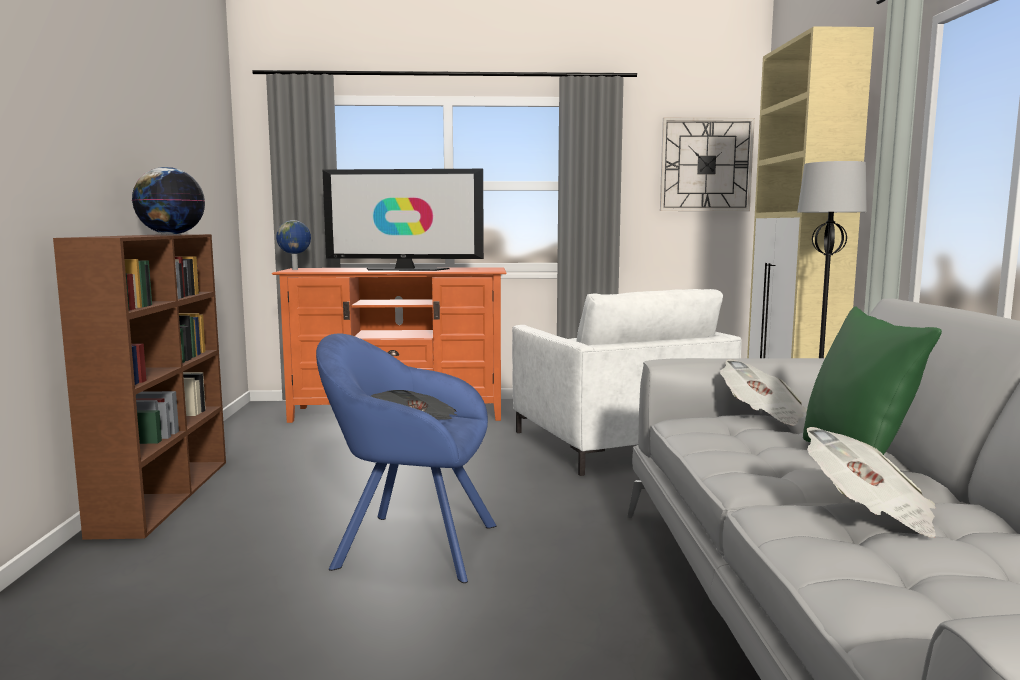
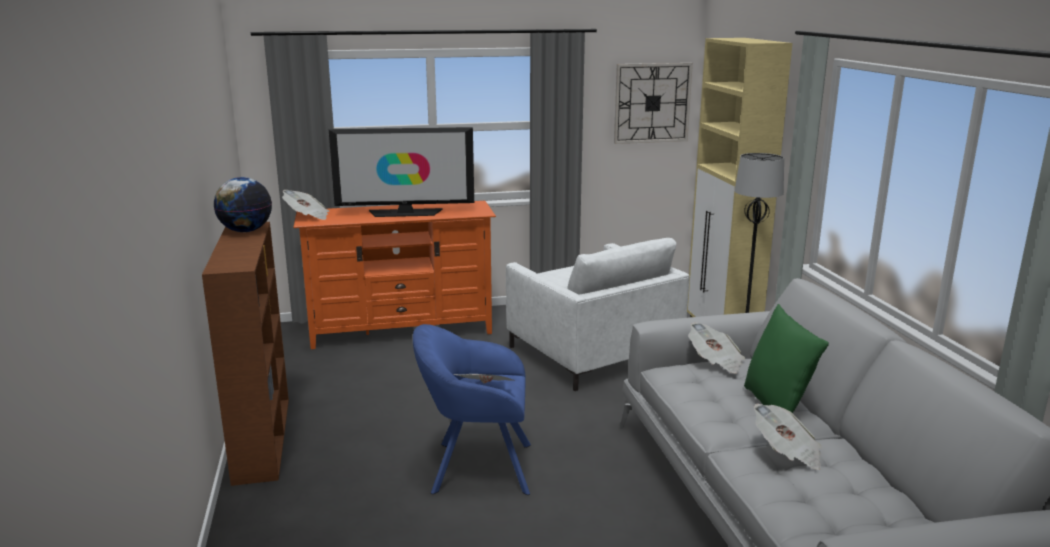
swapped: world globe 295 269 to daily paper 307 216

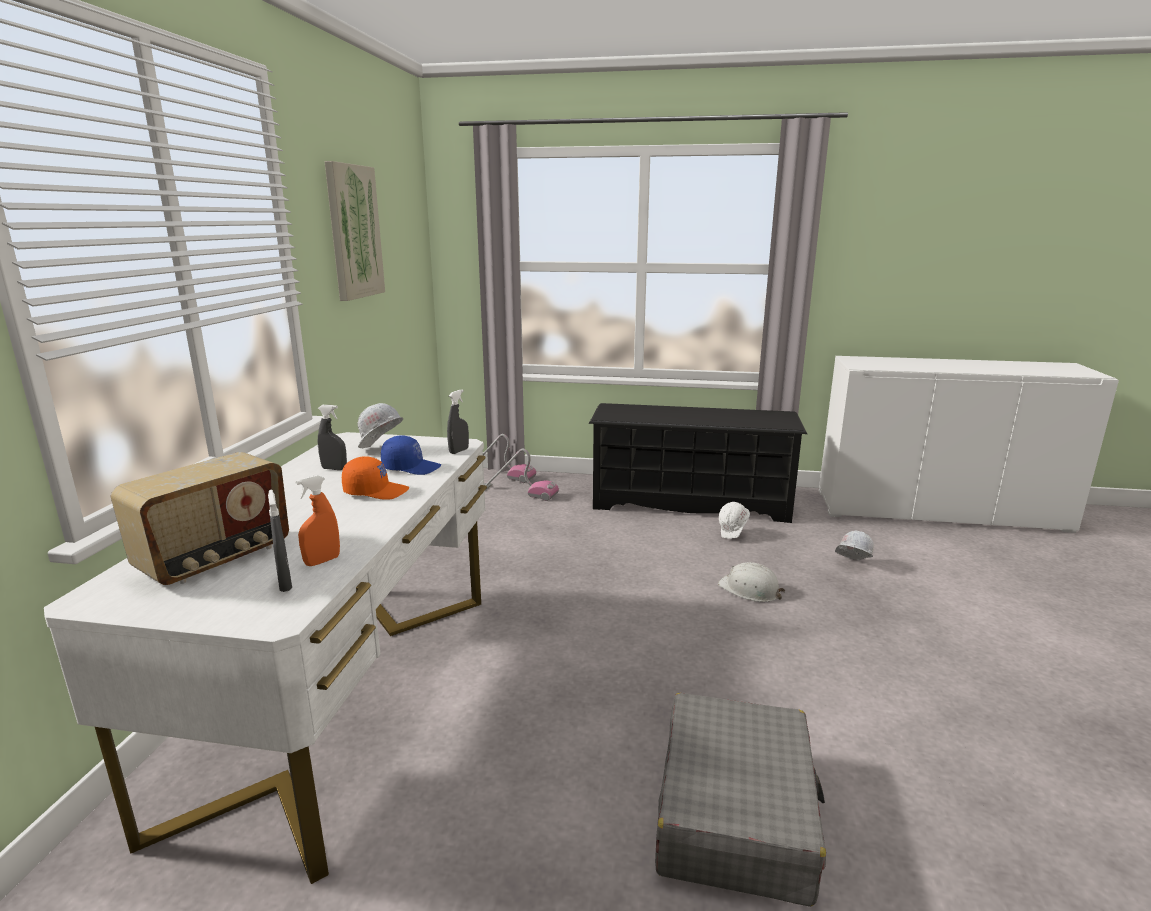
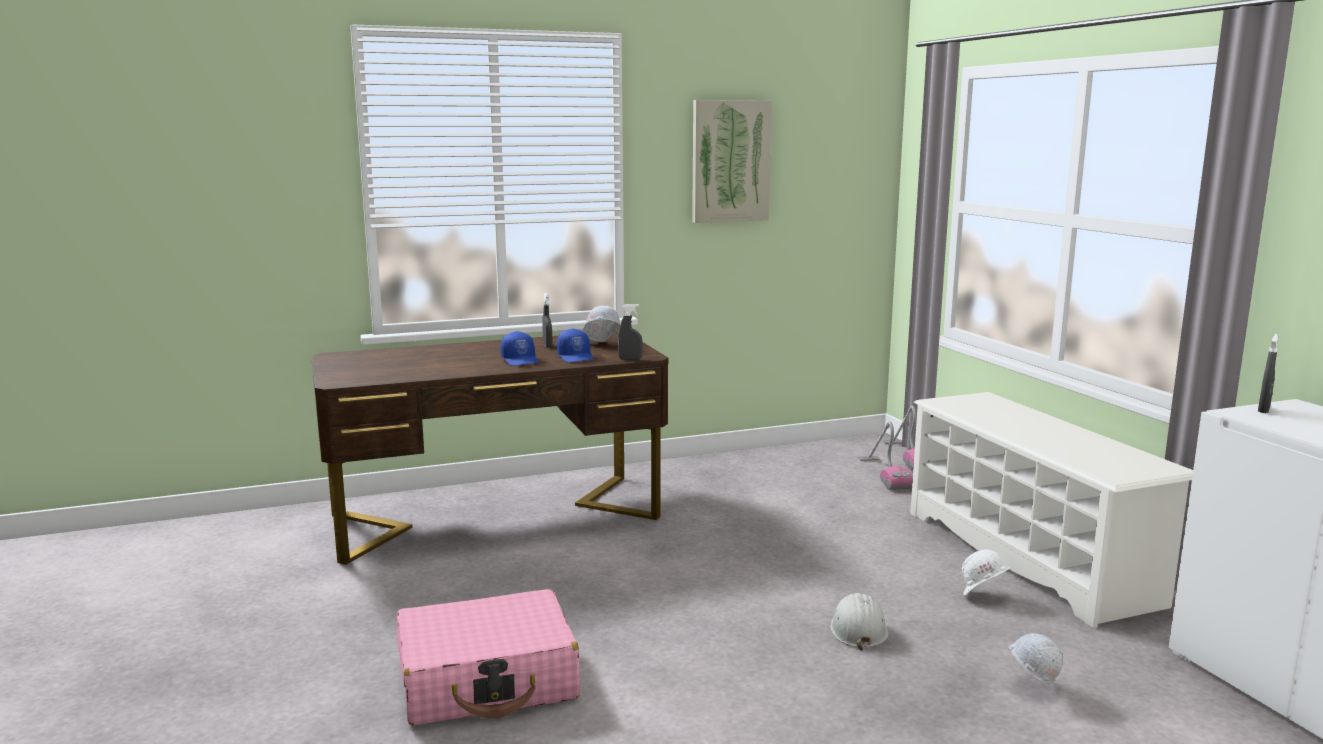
gone: radio set 216 559; spray bottle (orange-coloured) 322 561
shifted: spray bottle (gray) 285 584 to 1263 410
repainted: desk unit (white) 347 695 to desk unit (brown-coloured) 496 516; baseball cap (orange-coloured) 376 491 to baseball cap (blue-coloured) 521 360; shoe stand (black) 690 502 to shoe stand (white) 1029 557; suitcase (gray) 735 812 to suitcase (pinkish) 488 680

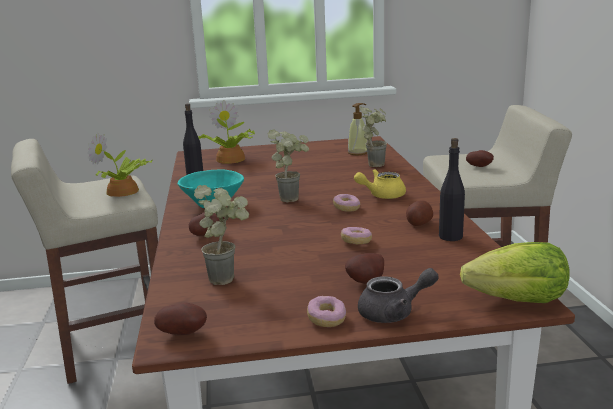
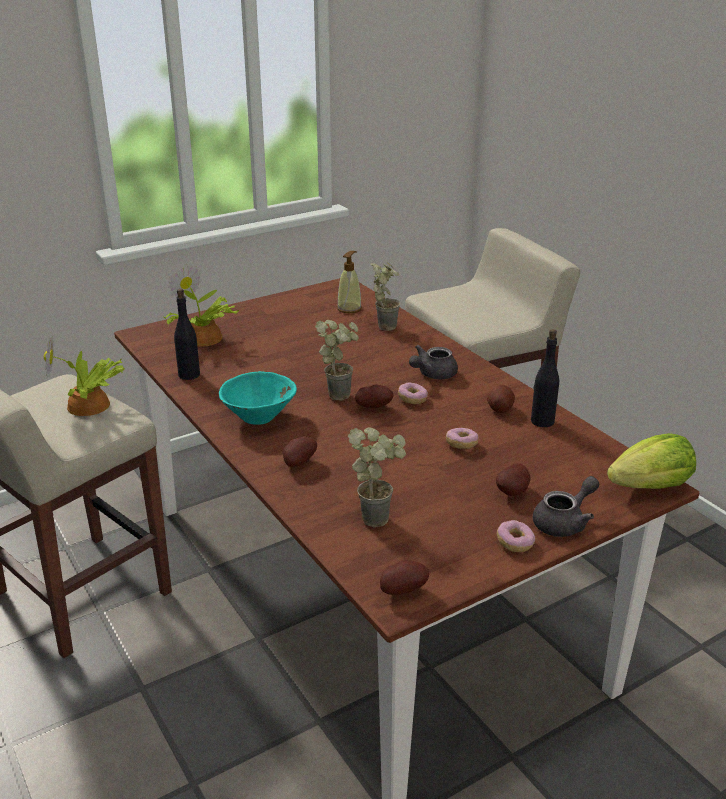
shifted: whole potato 479 166 to 374 407
repainted: tea pot (yellowish) 381 195 to tea pot (gray) 432 374

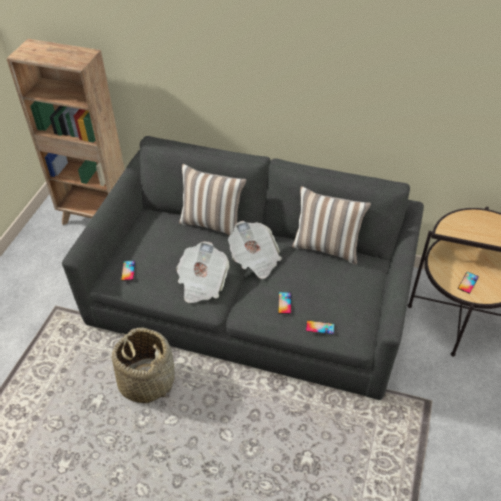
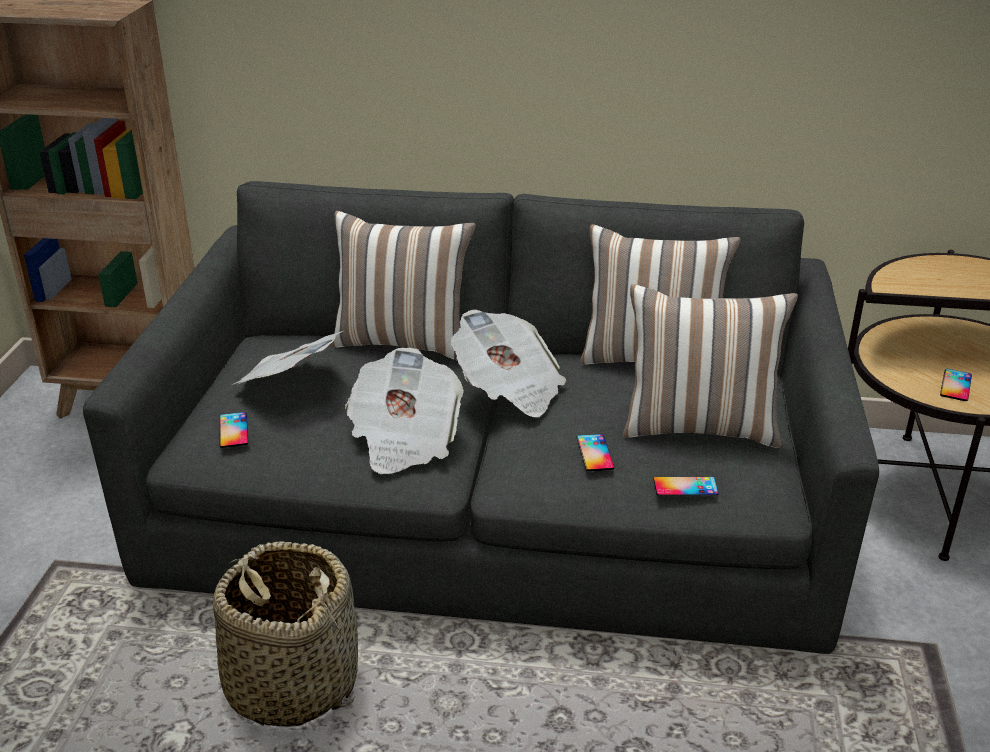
new: daily paper 290 384; cushion 700 426

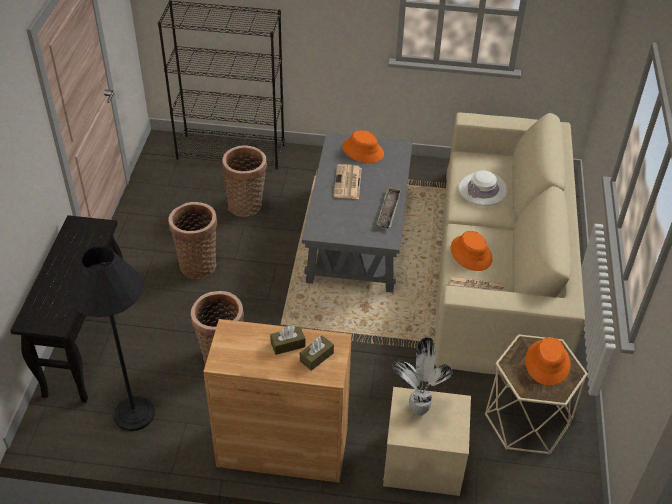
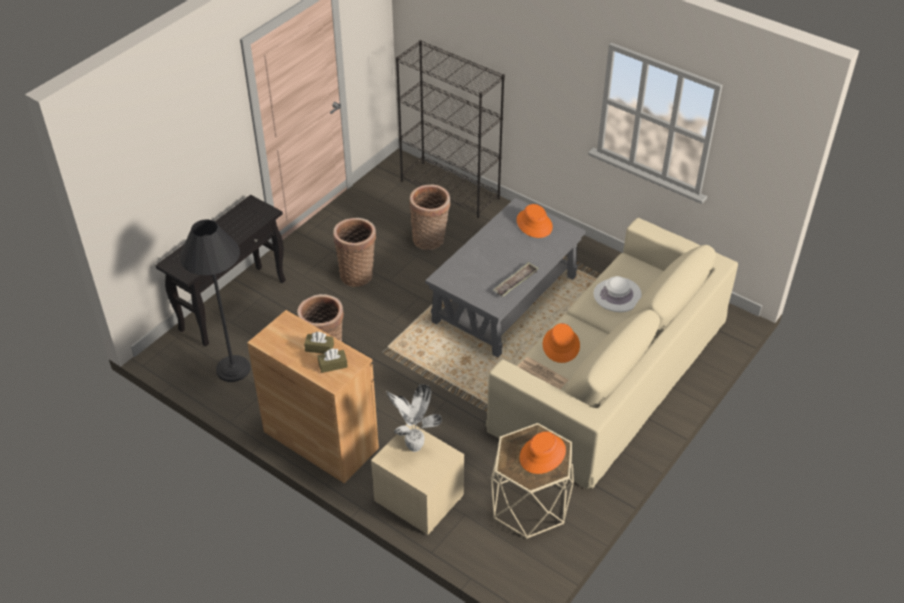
gone: daily paper 348 183

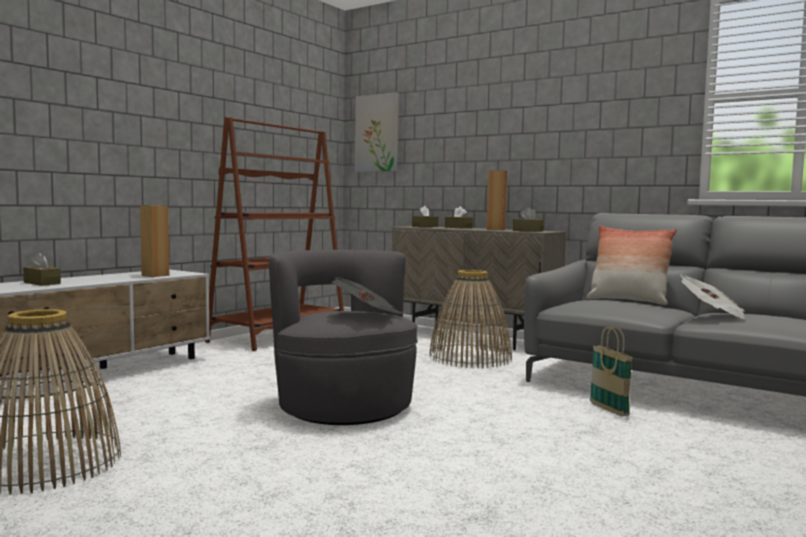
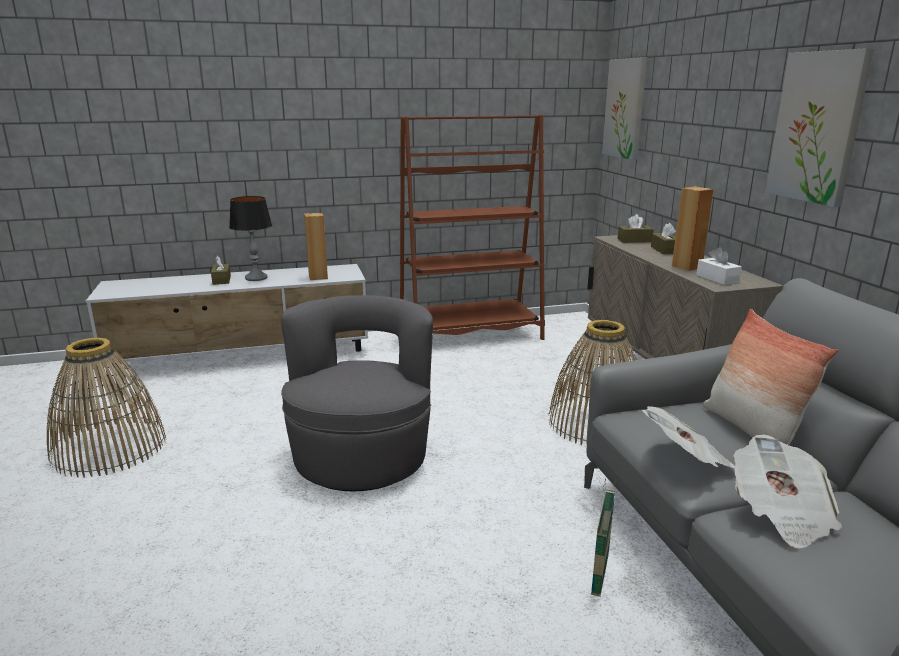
new: tabletop lamp 256 278; wall art 817 127
shifted: daily paper 367 315 to 686 459
repainted: box of tissues (brown-coloured) 528 231 to box of tissues (white) 717 278

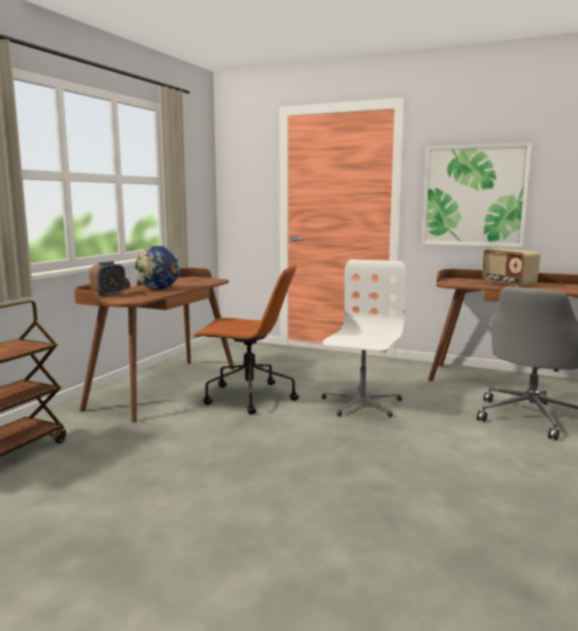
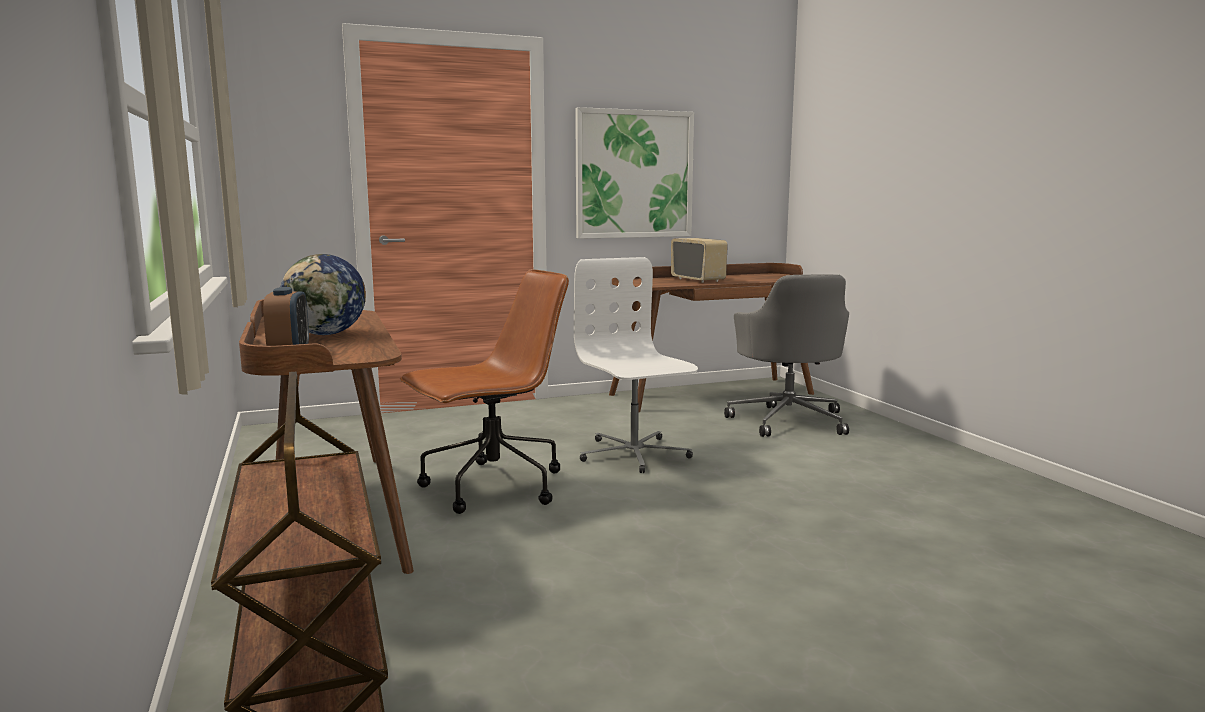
rotated: radio set 508 284 = 698 280 135 degrees counterclockwise

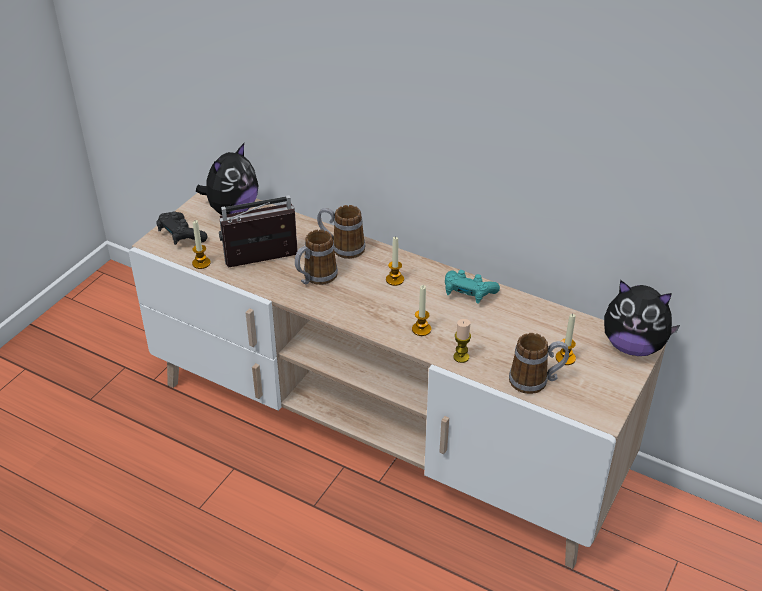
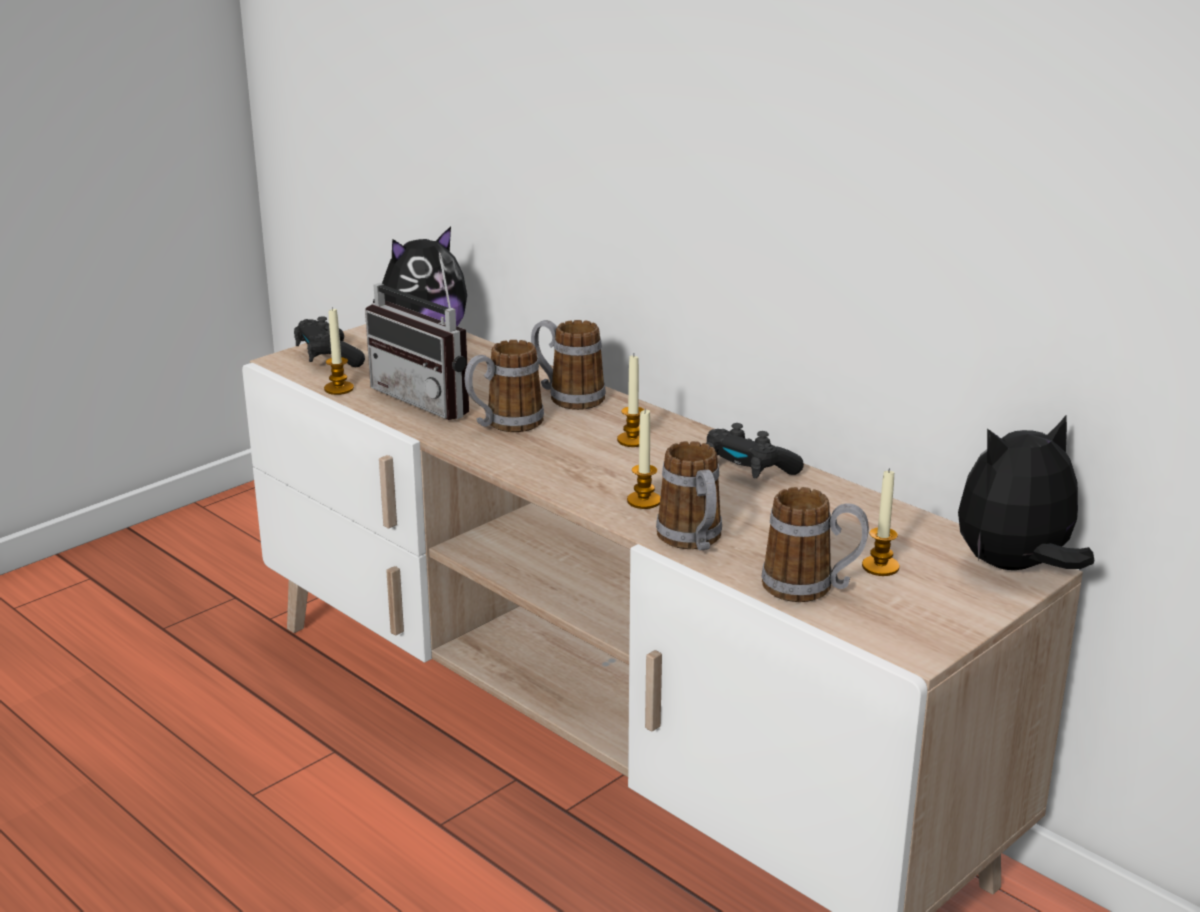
swapped: wax candle 461 357 to mug 693 541
repainted: game controller (turquoise-coloured) 468 293 to game controller (black) 748 470
rotated: radio set 262 263 = 431 399 135 degrees counterclockwise; plush toy 633 346 = 1015 568 120 degrees clockwise

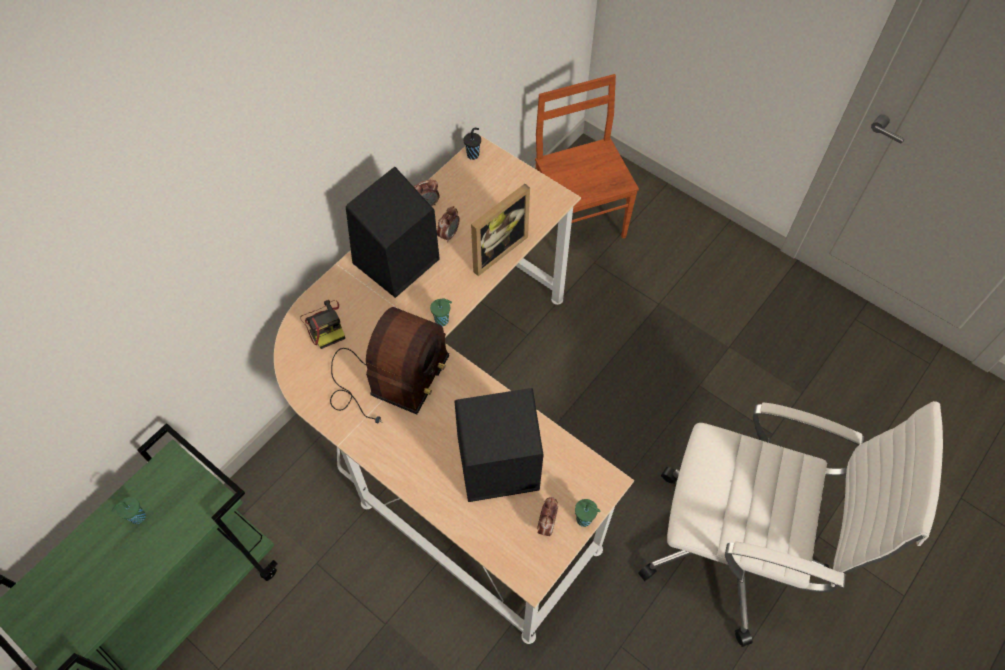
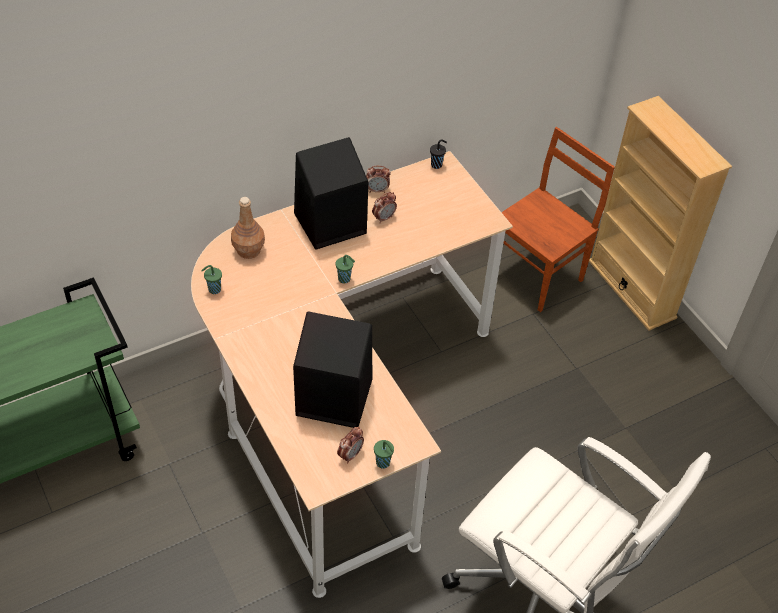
gone: radio set 388 380; photo frame 495 249
new: bookshelf (sand-coloured) 631 289
shifted: drinking cup (greenish) 137 517 to 213 289
swapped: photo camera 325 325 to beverage bottle (brown-coloured) 249 250
rotated: chair (brown-coloured) 580 221 = 537 275 45 degrees clockwise

